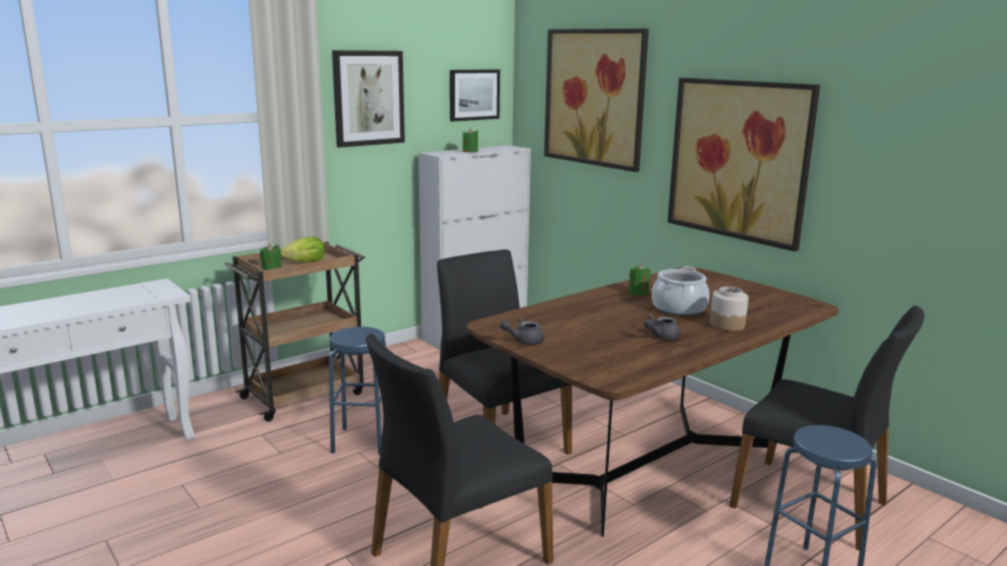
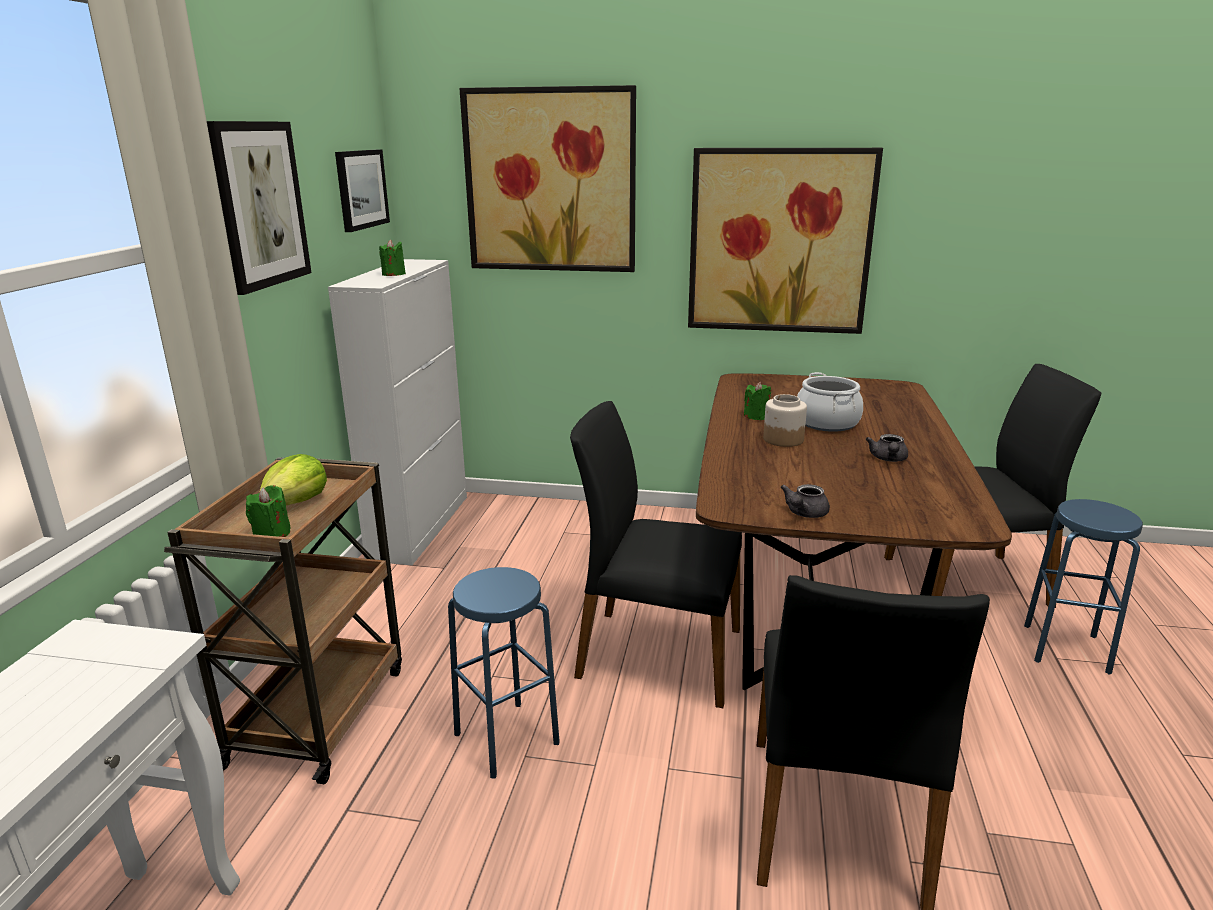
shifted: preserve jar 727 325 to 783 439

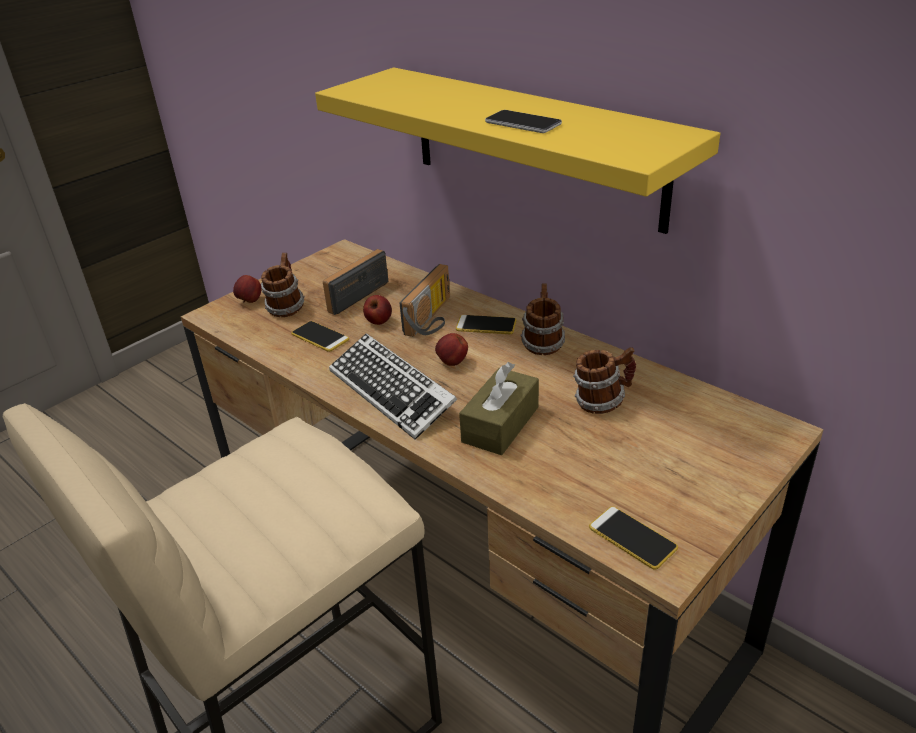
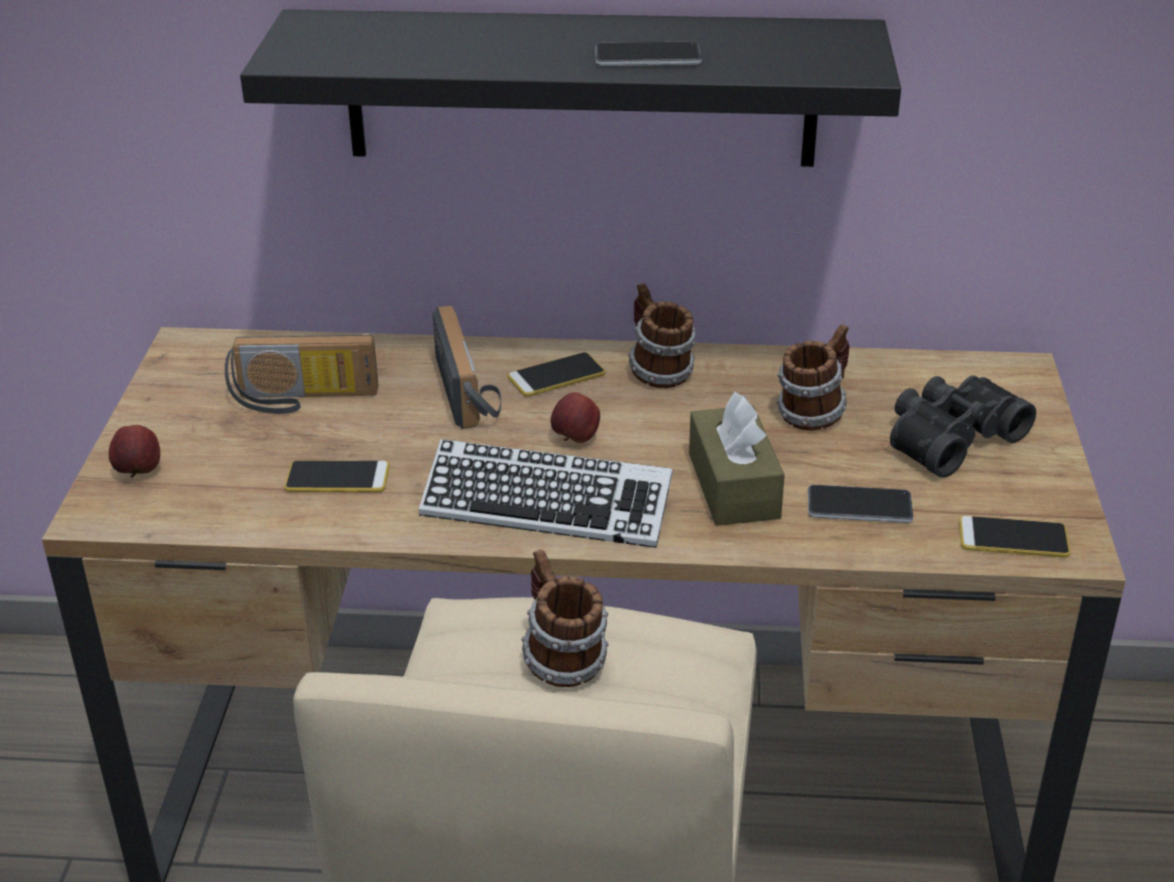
gone: whole apple 378 322
new: handset 859 506; binoculars (black) 949 437
shifted: mug 286 307 to 561 660
repainted: wall shelf (yellowish) 533 146 to wall shelf (black) 581 88
rotated: radio set 355 293 = 302 400 90 degrees counterclockwise

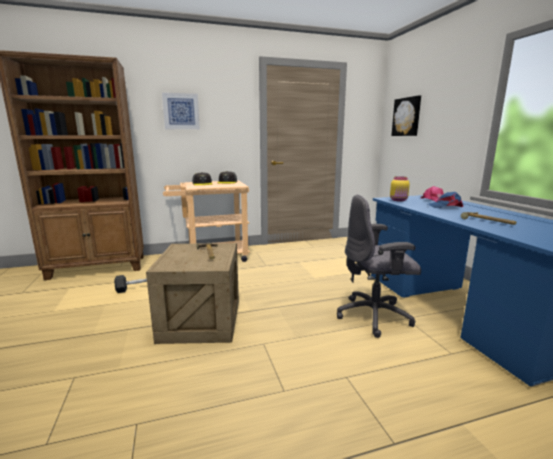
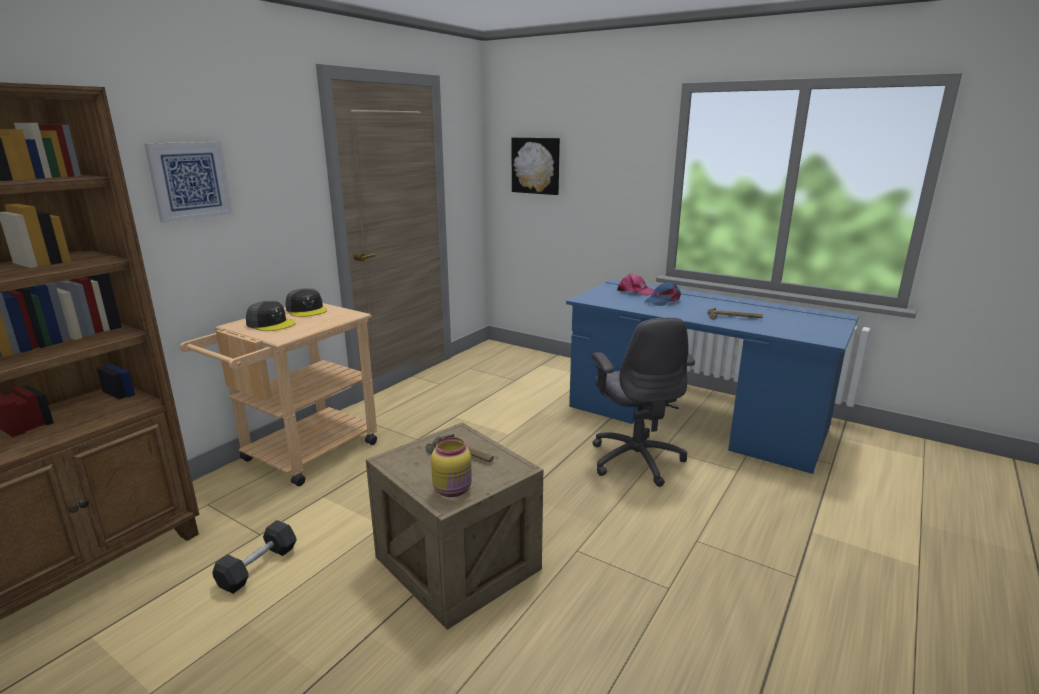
shifted: preserve jar (yellowish) 399 200 to 453 490
rotated: office chair (gray) 375 316 = 636 459 60 degrees counterclockwise

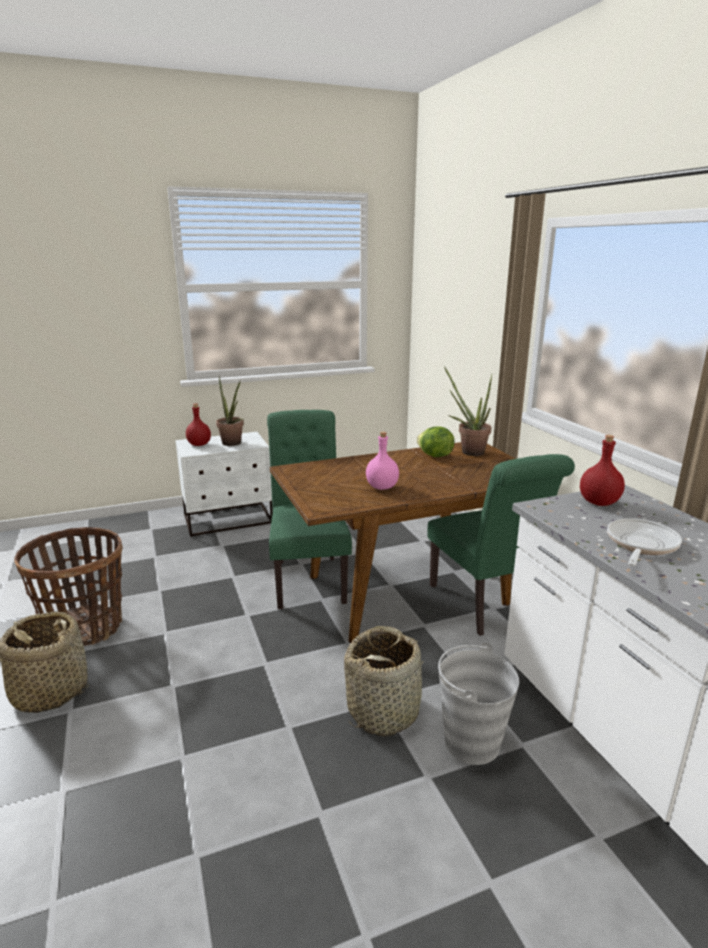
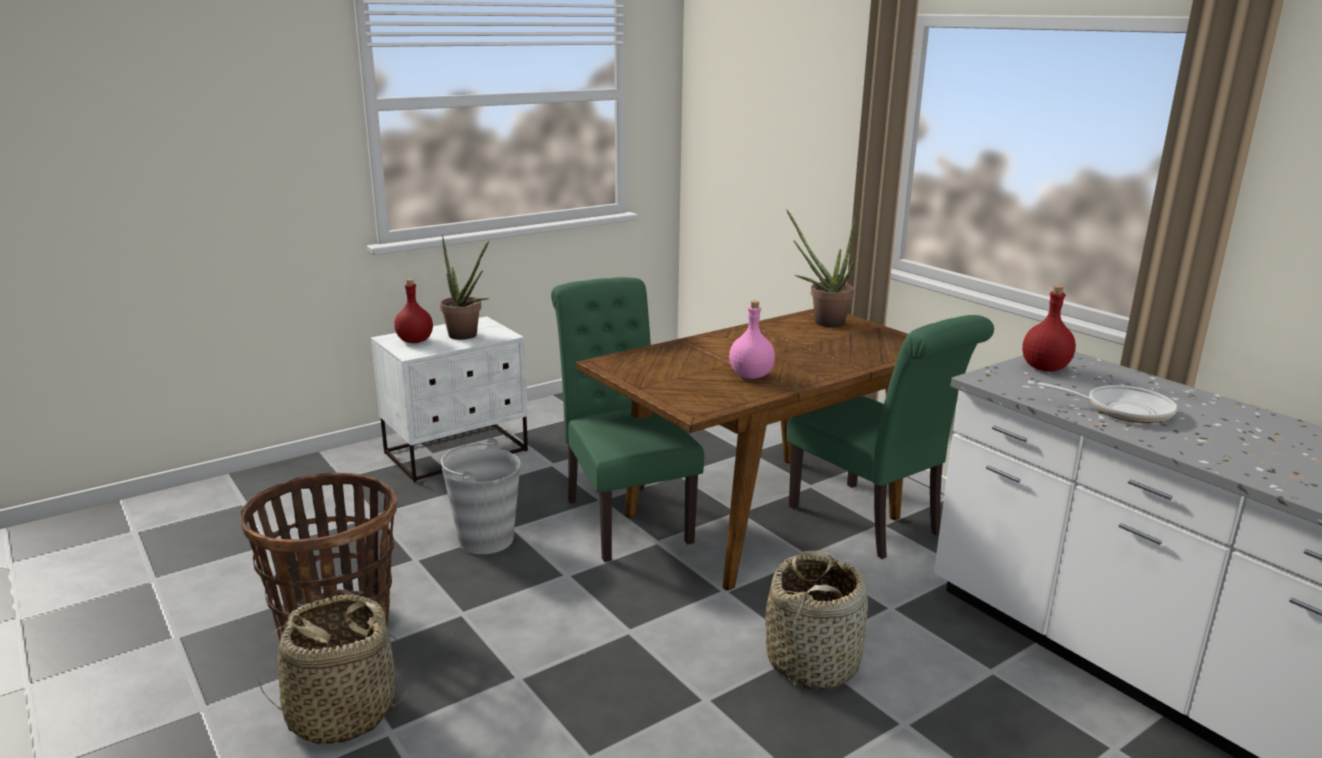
gone: lettuce 434 456
shifted: bucket (gray) 471 742 to 485 539
rotated: pan 640 545 = 1120 409 90 degrees clockwise

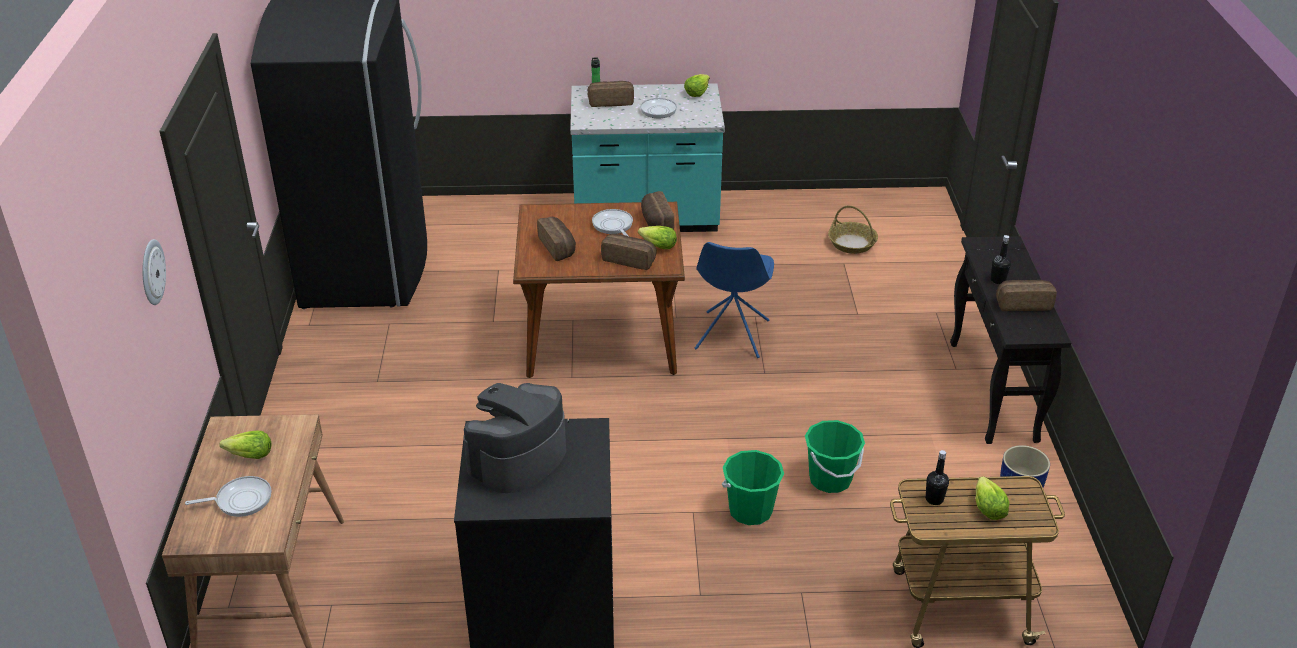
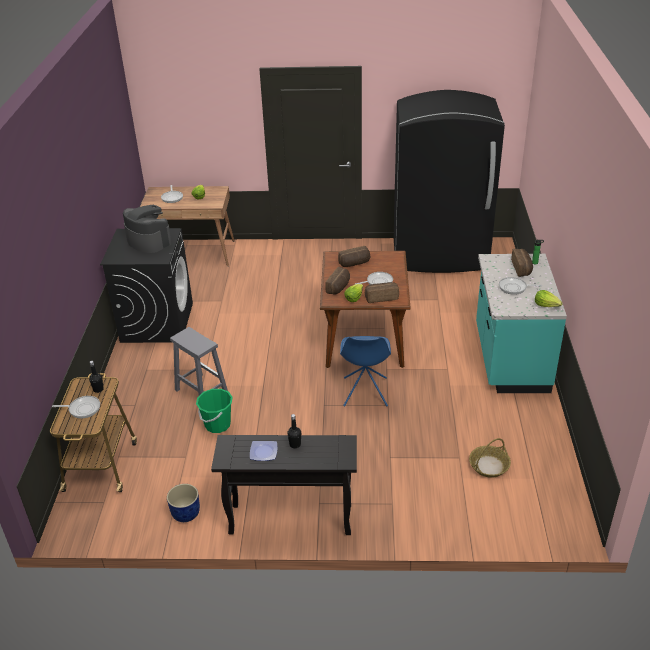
gone: hanging clock 151 272
swapped: bucket (greenish) 750 510 to stool (gray) 200 390; lettuce 987 508 to pan 82 409; bakery bread 1023 304 to flat dish 263 452
rotated: chair (blue-coloured) 731 336 = 365 393 105 degrees counterclockwise

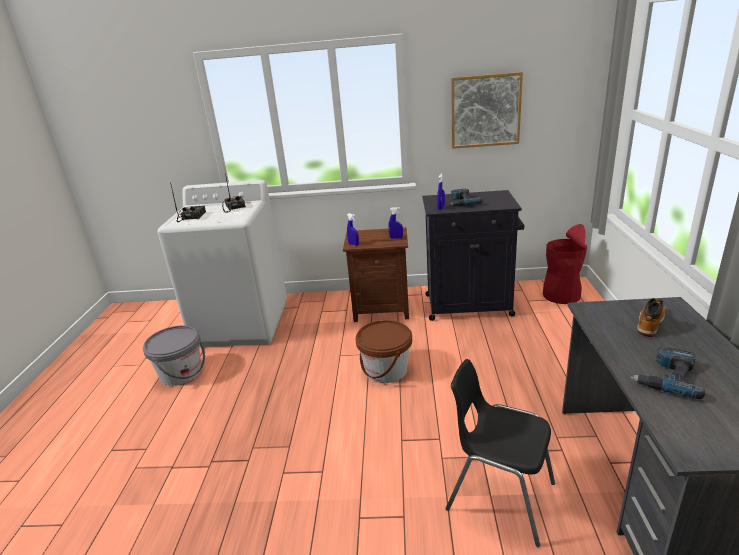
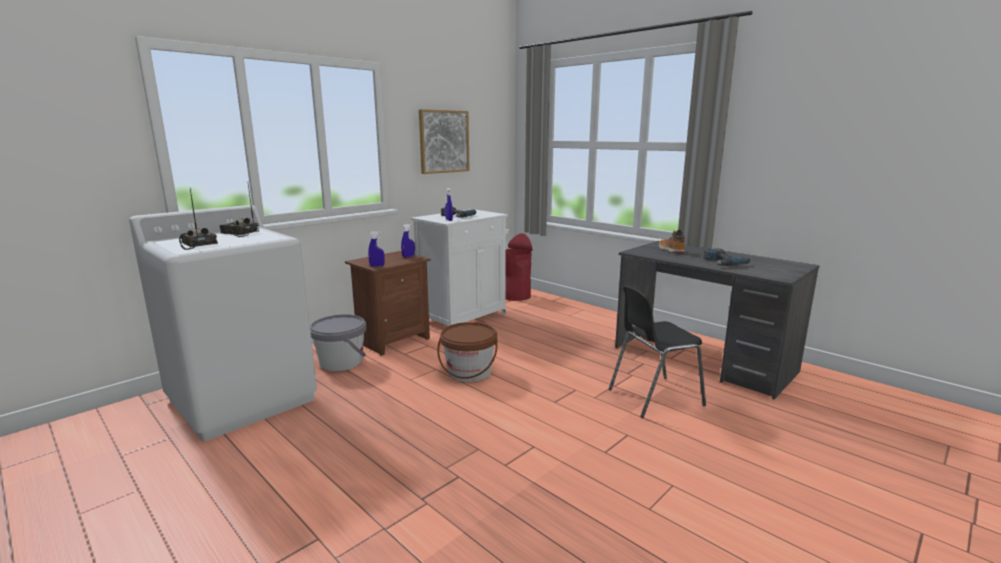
shifted: bucket (gray) 181 373 to 341 362
repainted: storage cabinet (black) 470 305 to storage cabinet (white) 464 317

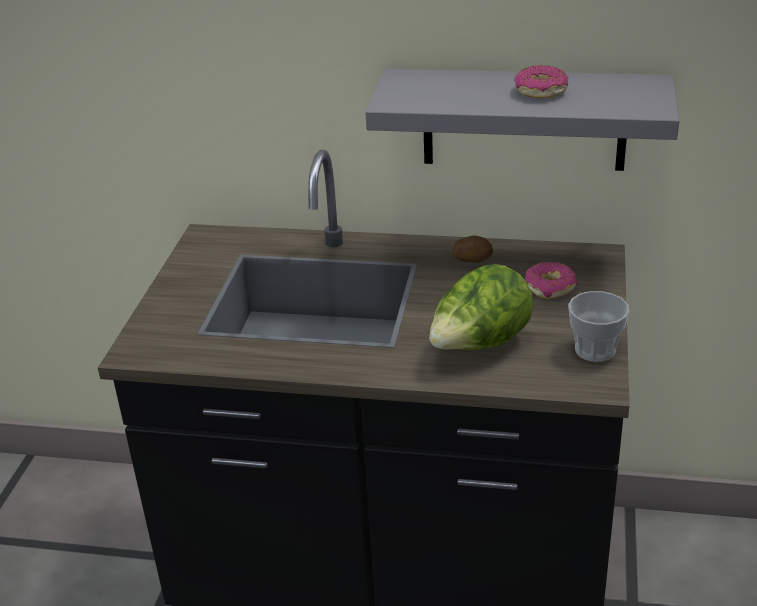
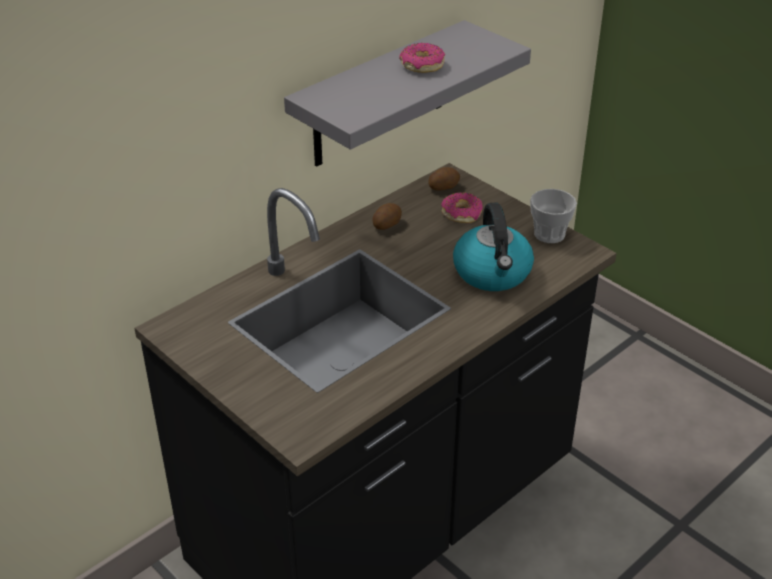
new: whole potato 443 187
swapped: lettuce 480 346 to water kettle 493 273

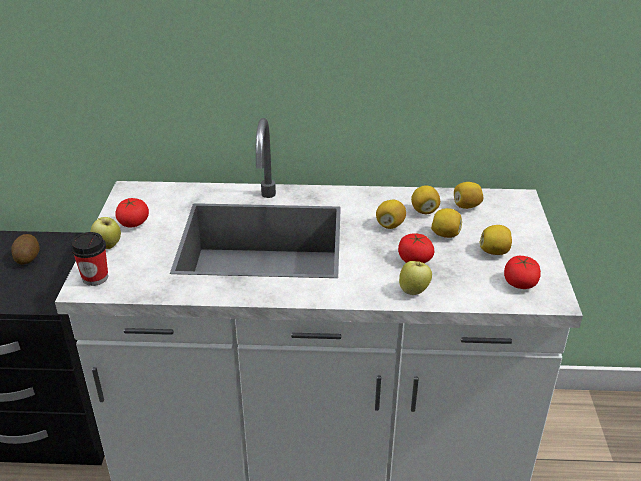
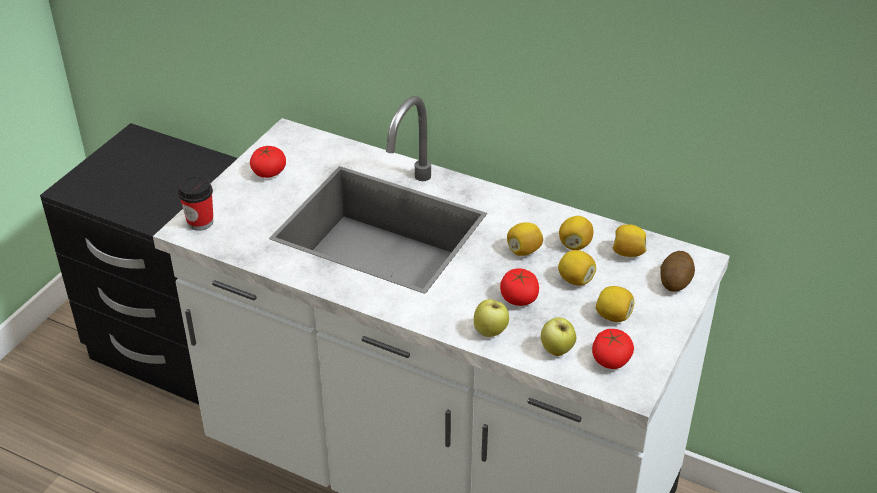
shifted: whole potato 27 257 to 675 281; whole apple 108 246 to 557 351

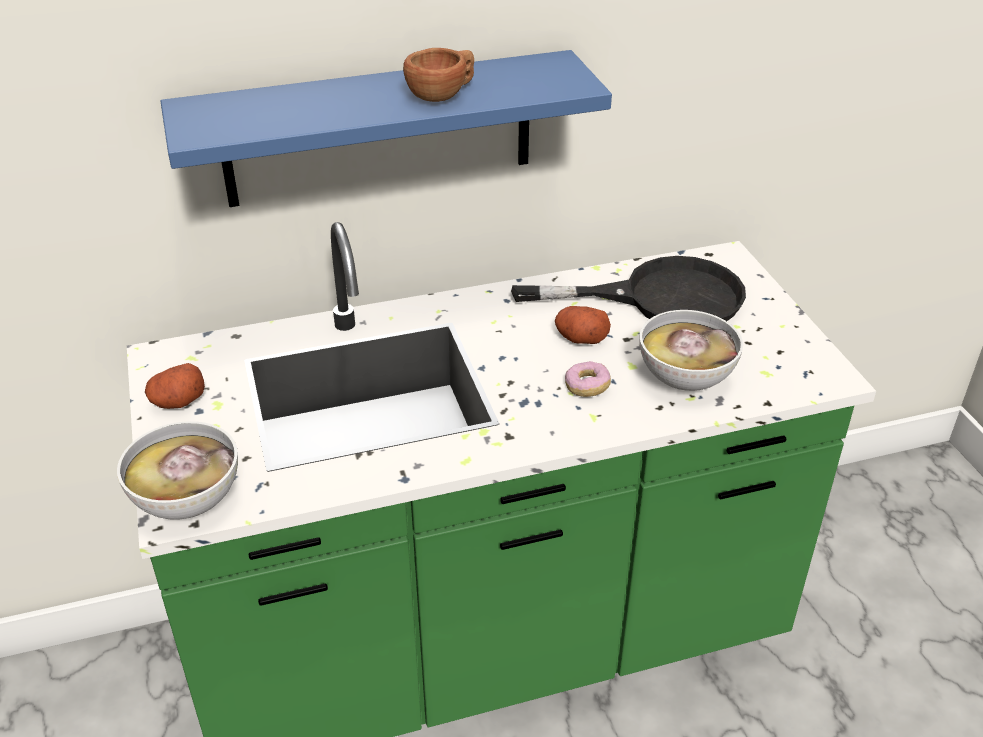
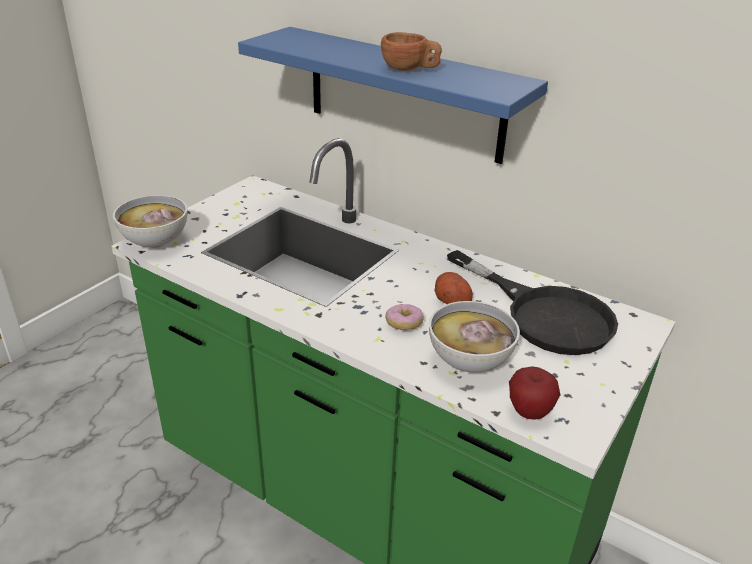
gone: whole potato 178 401
new: whole apple 529 412

